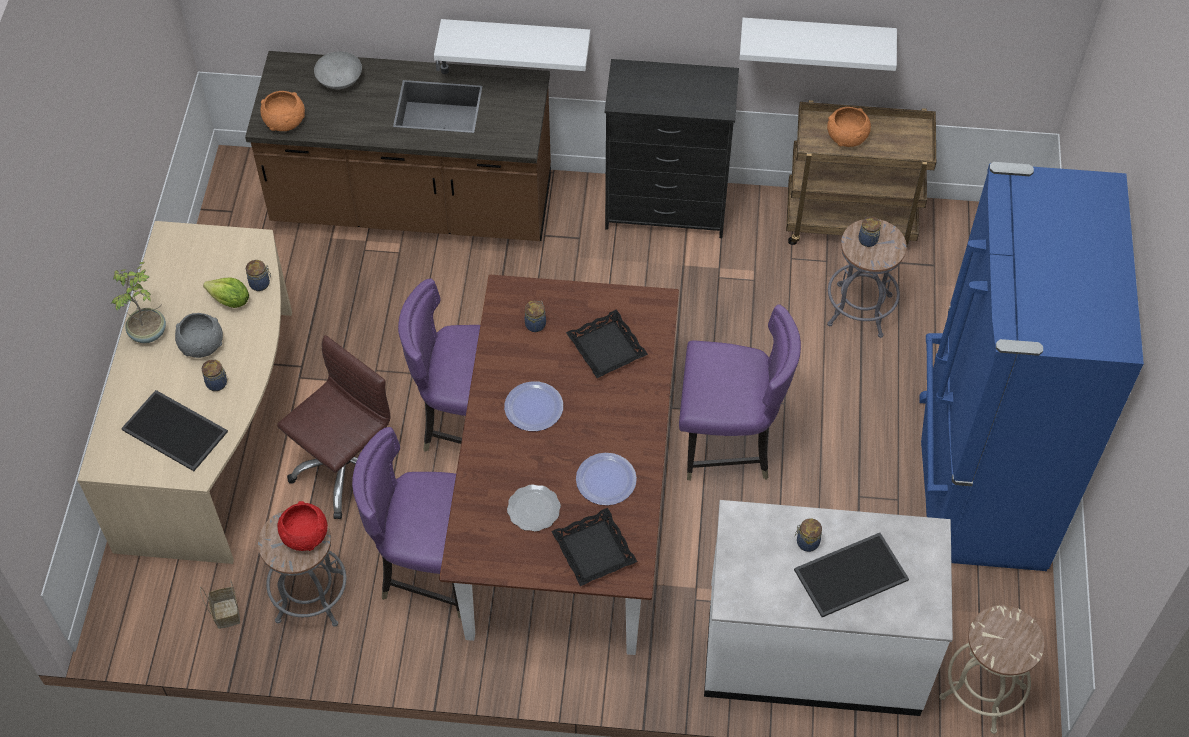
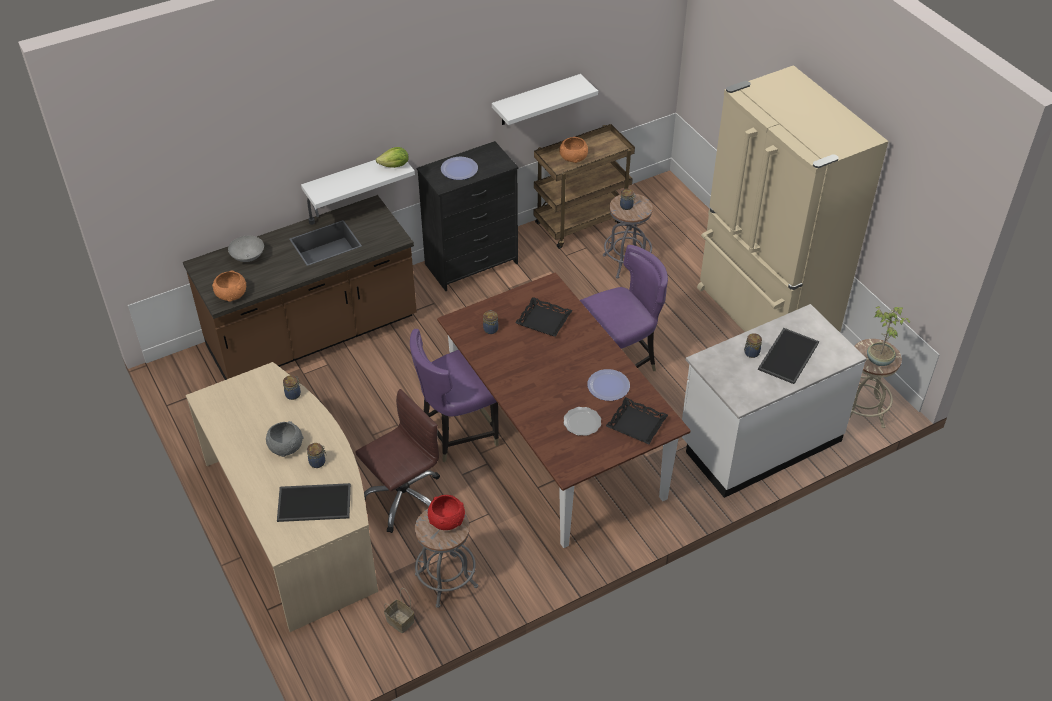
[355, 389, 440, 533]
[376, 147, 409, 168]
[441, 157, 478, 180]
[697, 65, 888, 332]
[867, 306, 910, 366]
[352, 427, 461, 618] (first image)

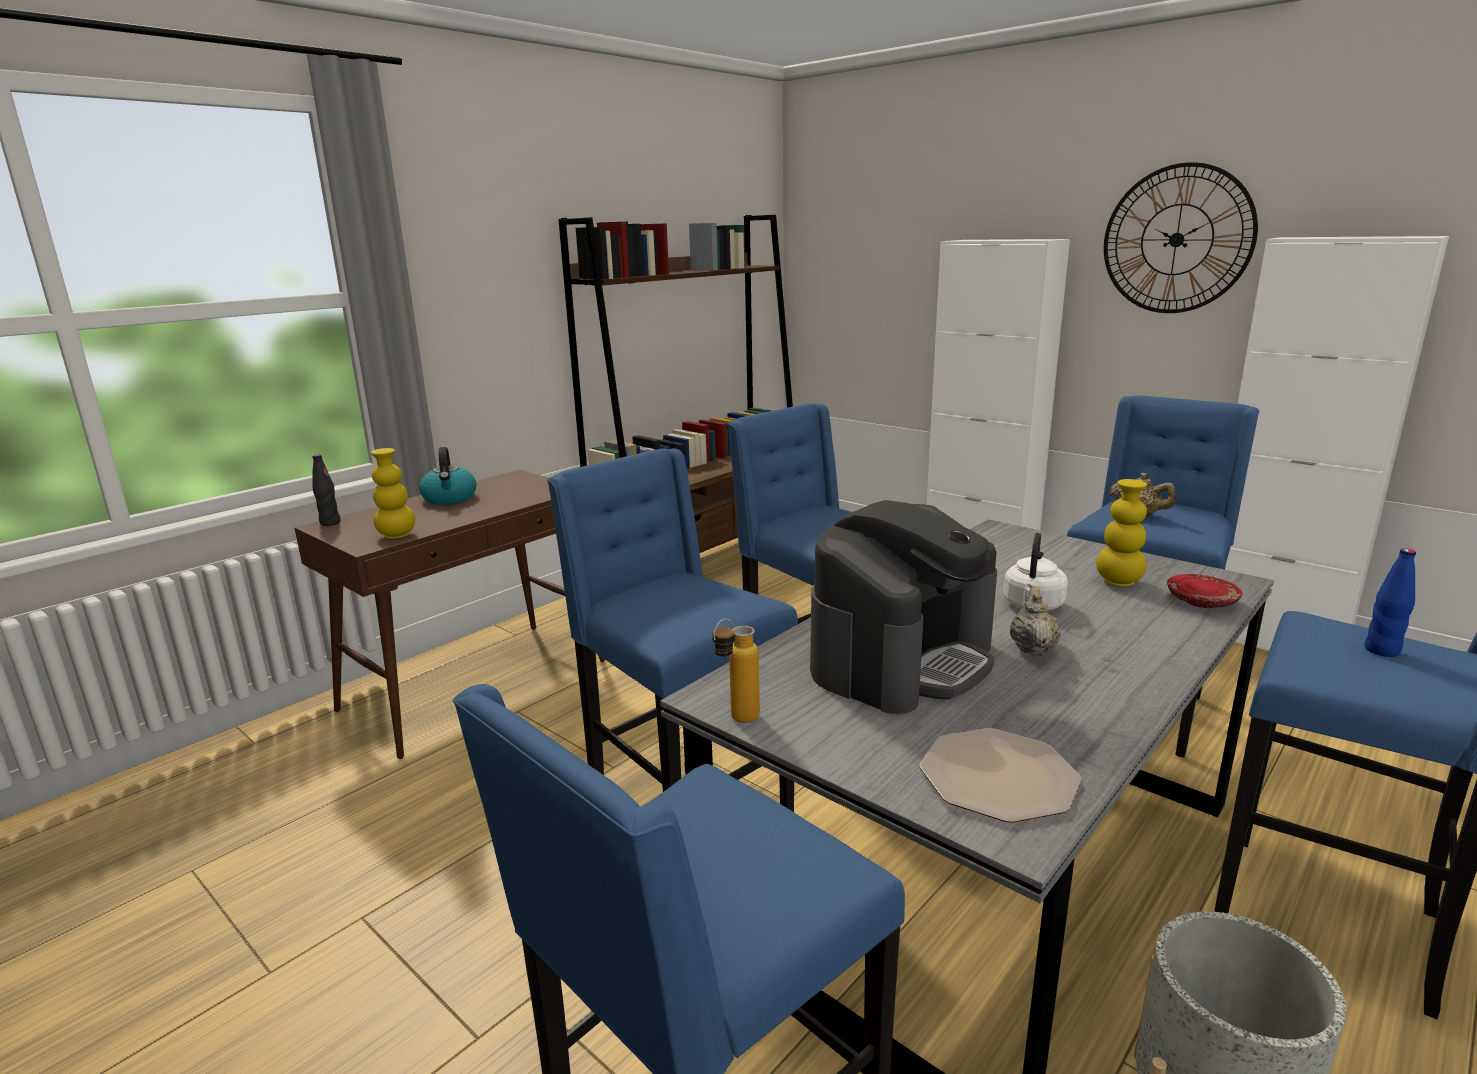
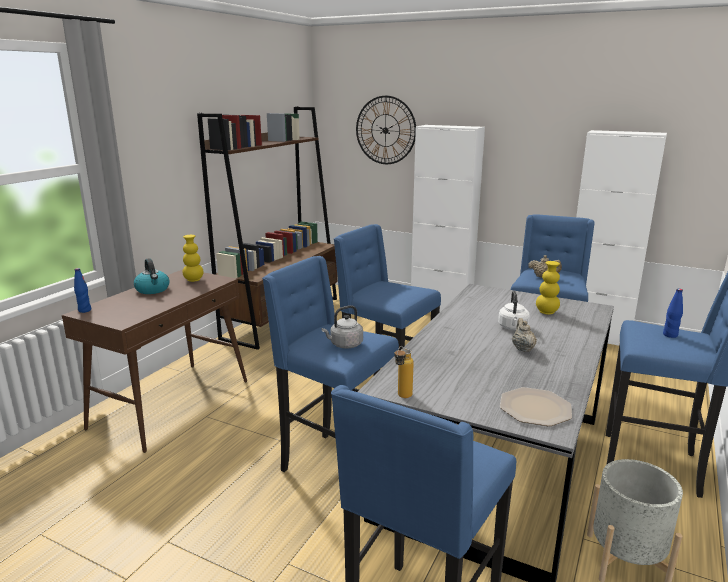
[74, 268, 91, 313]
[183, 235, 204, 282]
[322, 305, 363, 349]
[356, 96, 416, 164]
[810, 500, 997, 714] (first image)
[1167, 574, 1242, 608] (first image)

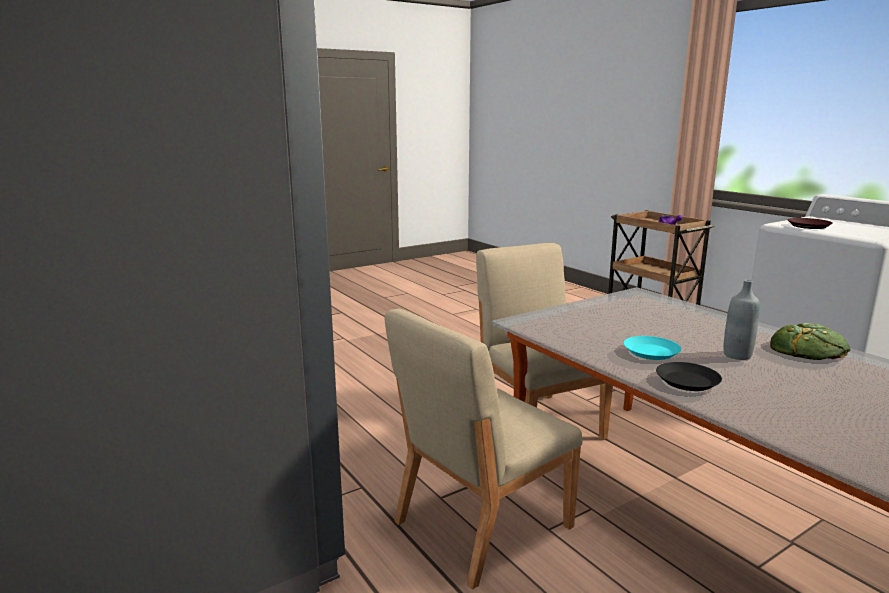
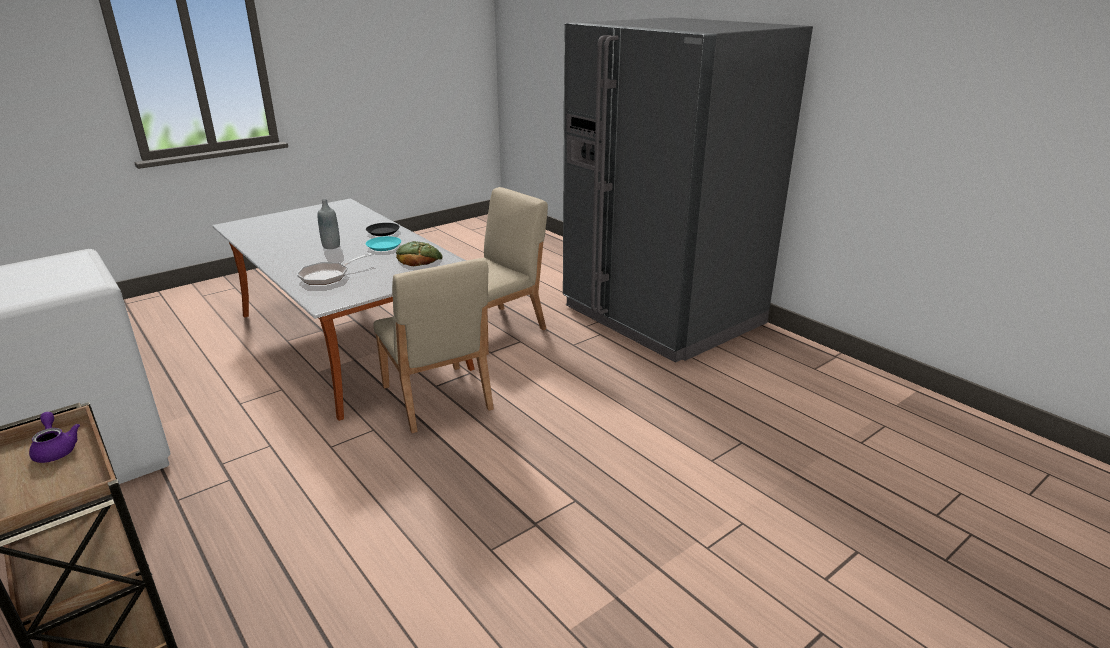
[297, 253, 373, 285]
[396, 241, 443, 266]
[788, 218, 833, 229] (first image)

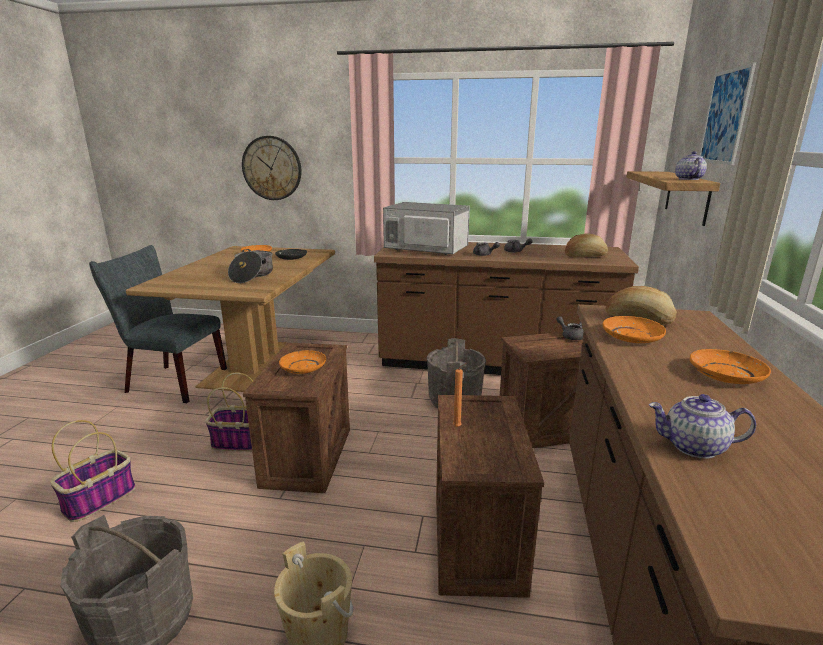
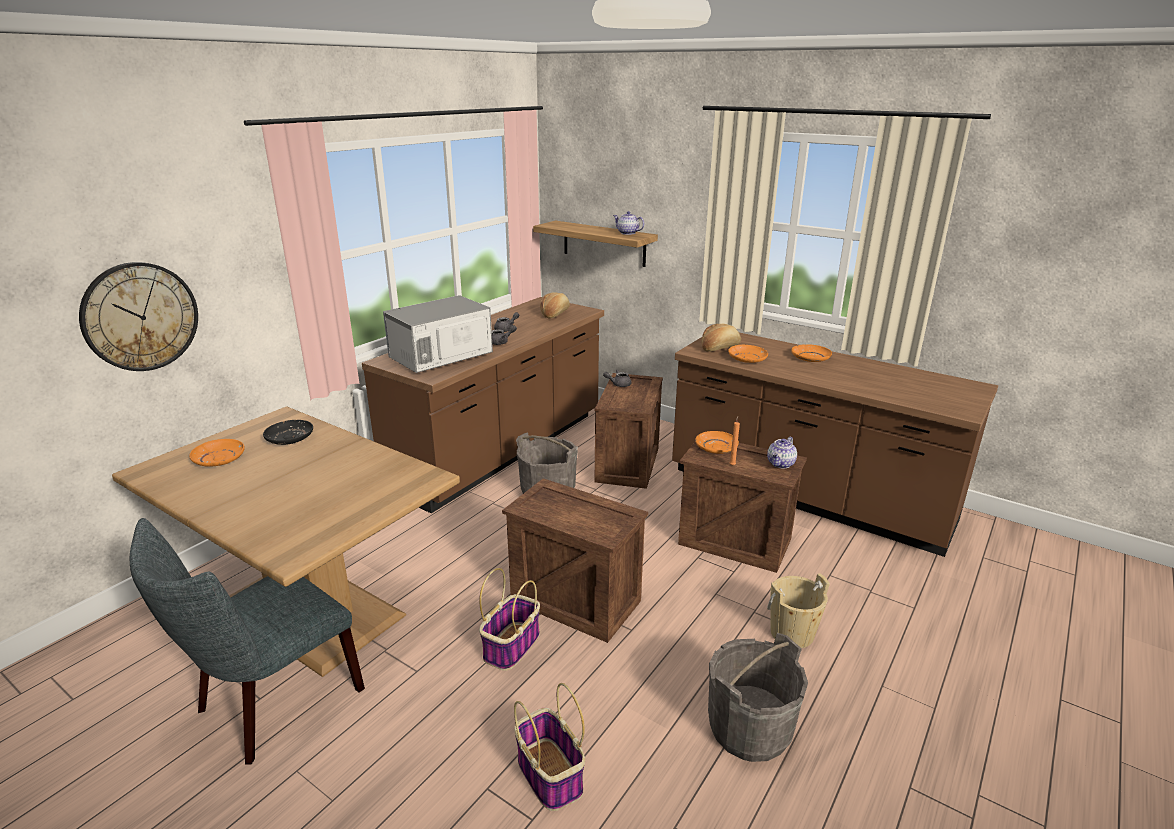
[695, 431, 739, 454]
[767, 437, 797, 469]
[228, 249, 273, 283] (first image)
[699, 63, 756, 165] (first image)

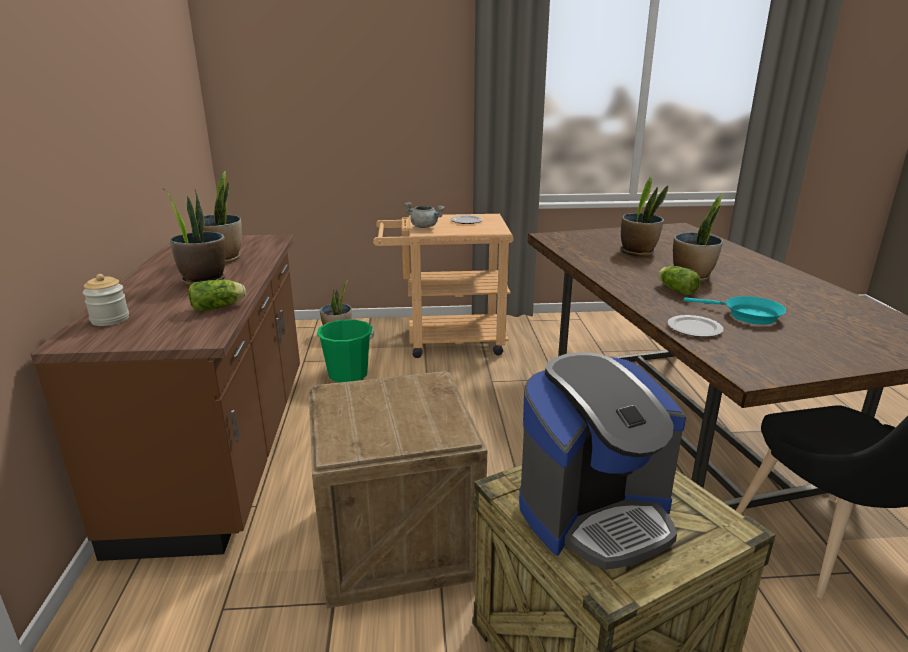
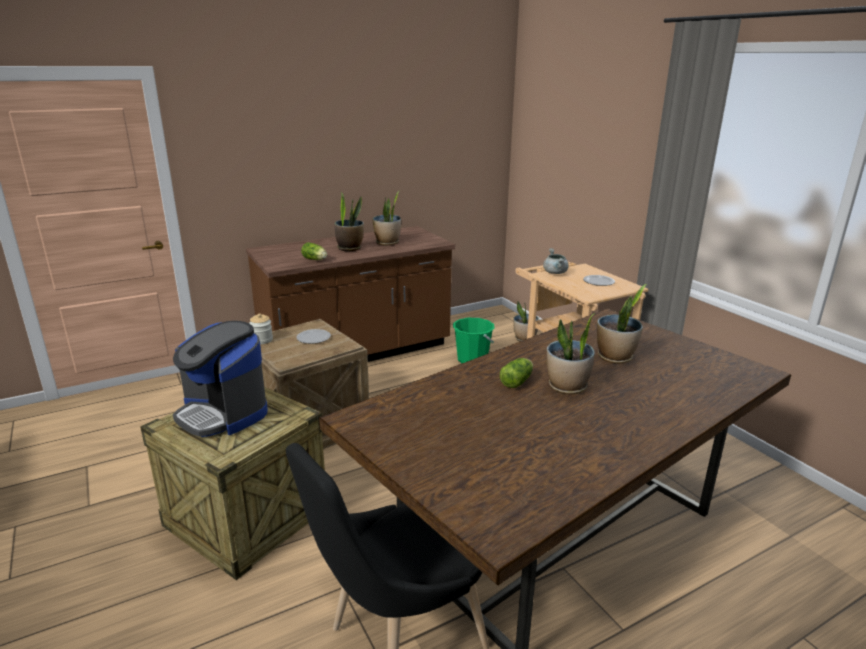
[249, 313, 273, 344]
[296, 329, 331, 344]
[684, 296, 786, 325] (first image)

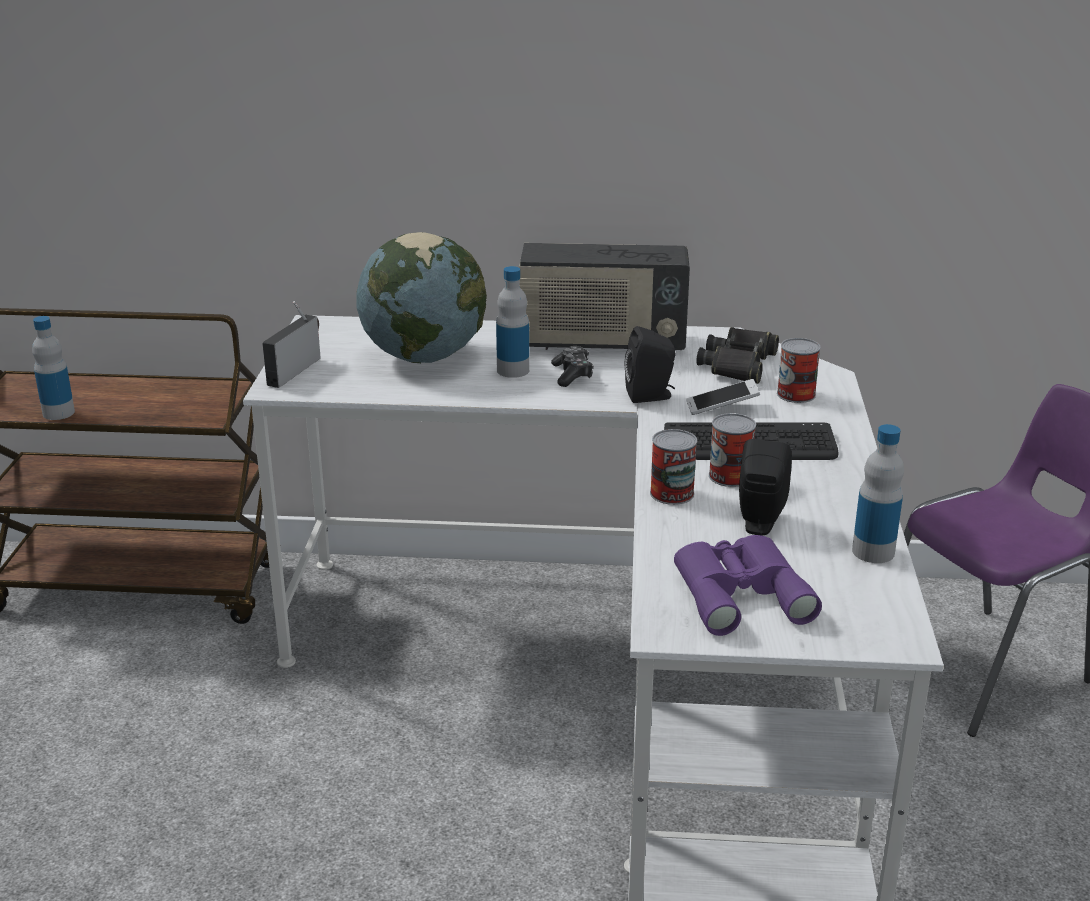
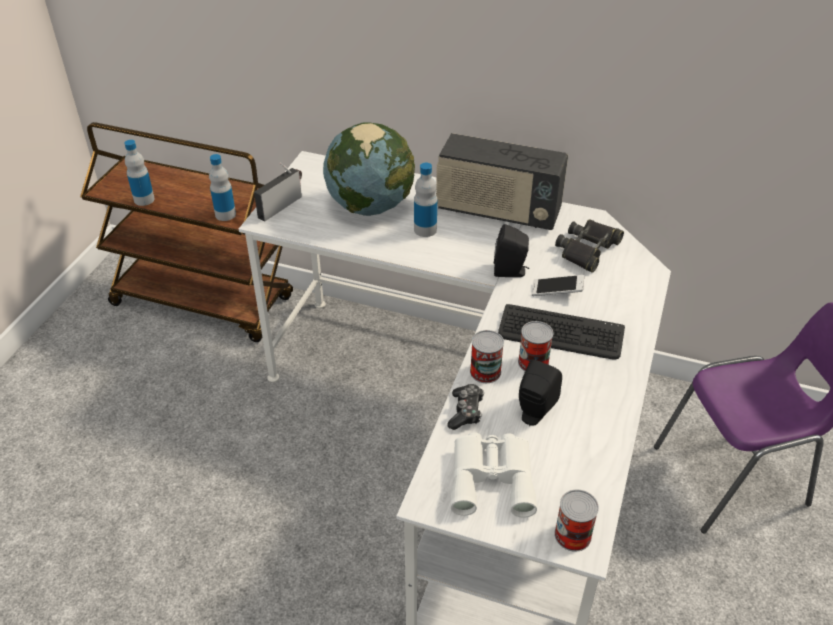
[209, 154, 236, 221]
[447, 384, 484, 430]
[451, 432, 537, 518]
[554, 490, 599, 552]

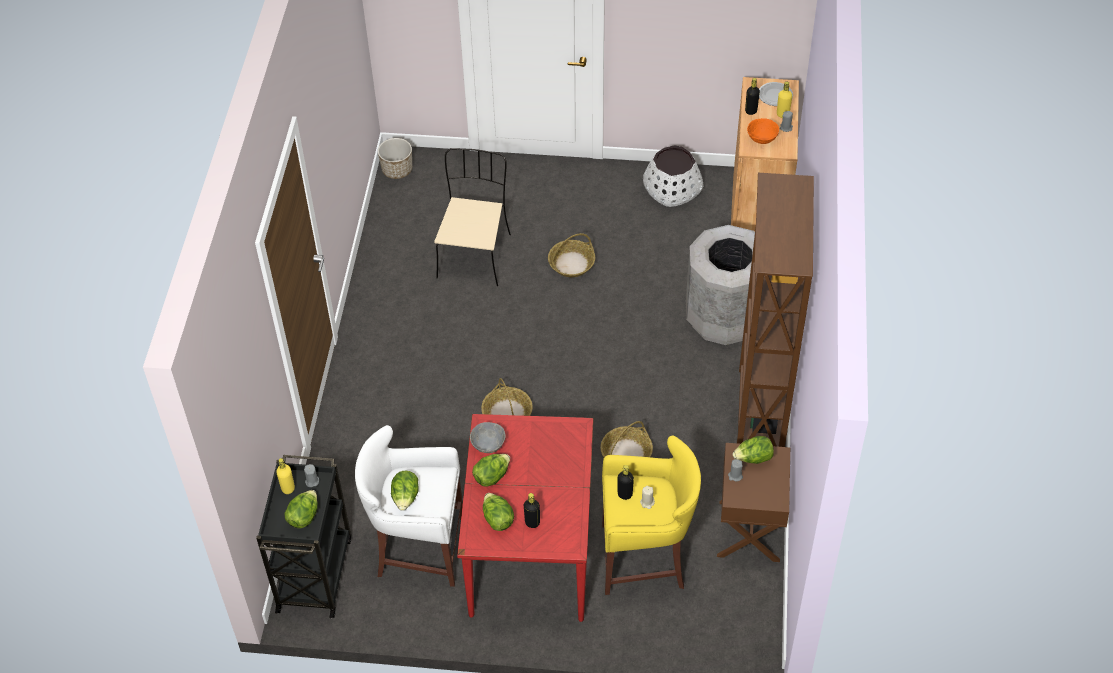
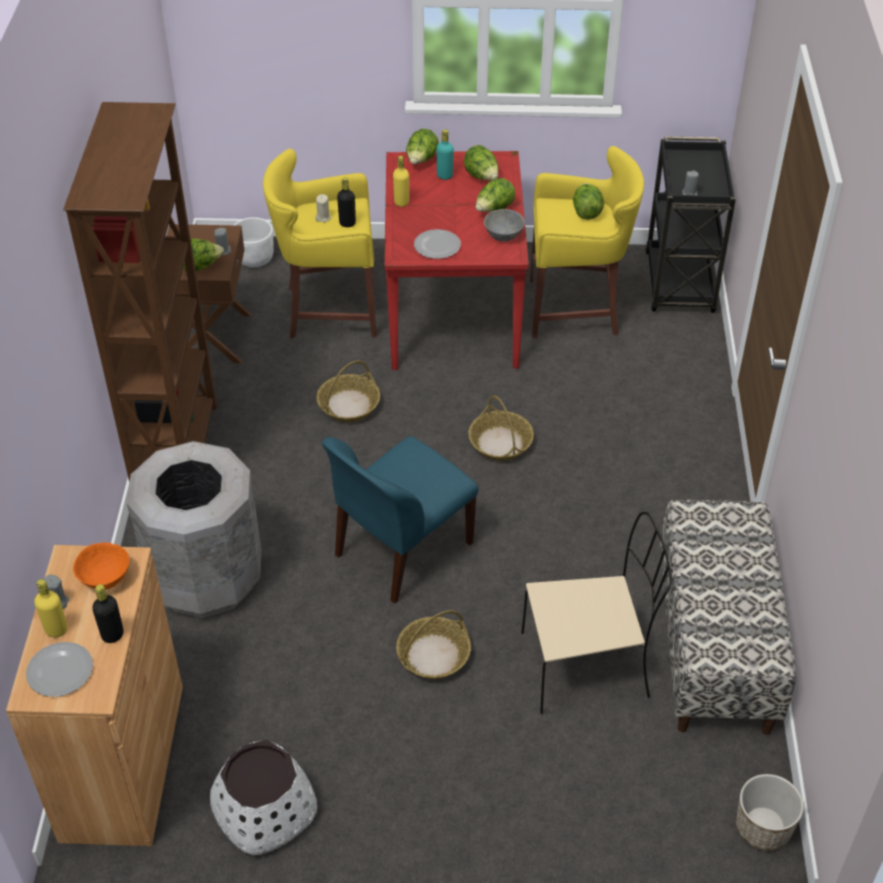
[234, 217, 274, 267]
[322, 436, 479, 604]
[393, 156, 409, 207]
[406, 129, 439, 164]
[414, 229, 461, 259]
[436, 129, 454, 180]
[521, 512, 672, 714]
[530, 146, 644, 338]
[660, 500, 796, 735]

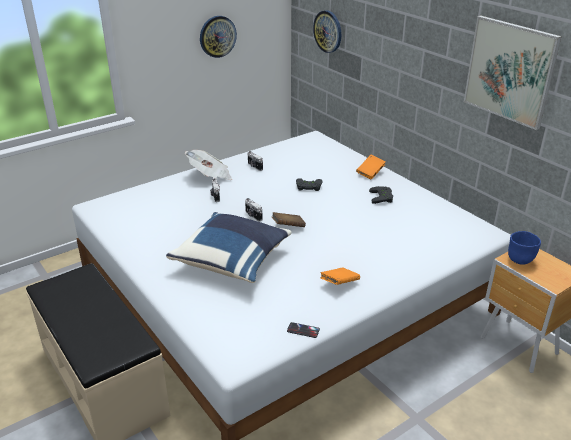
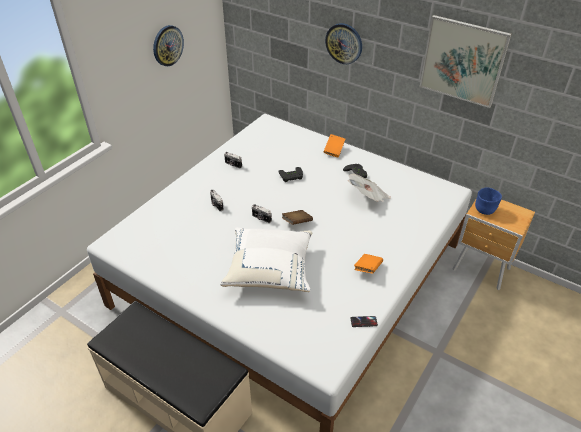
[220, 227, 313, 292]
[325, 23, 362, 64]
[348, 174, 391, 202]

